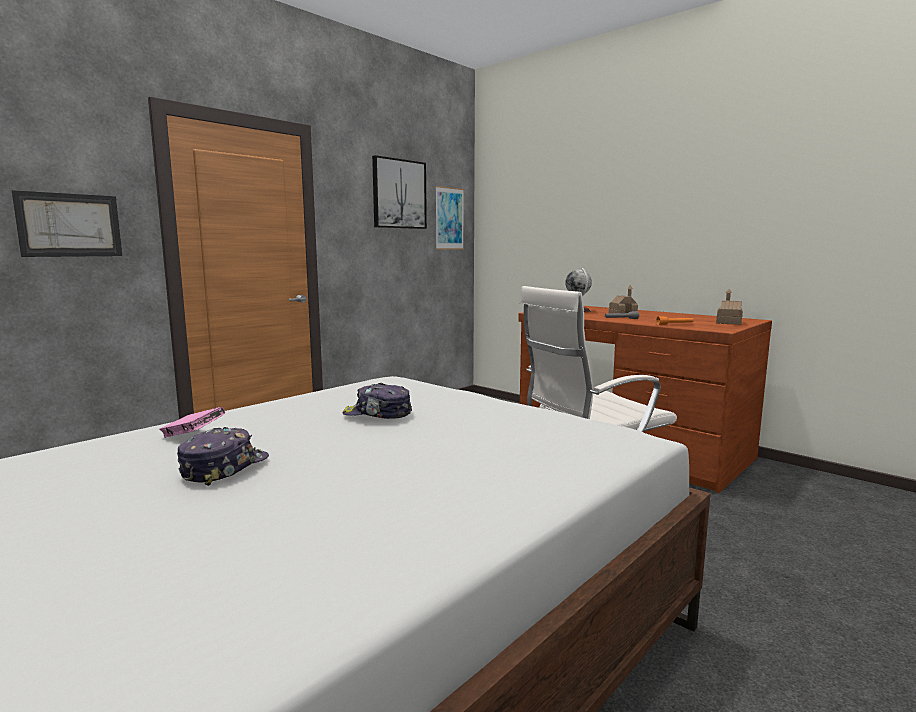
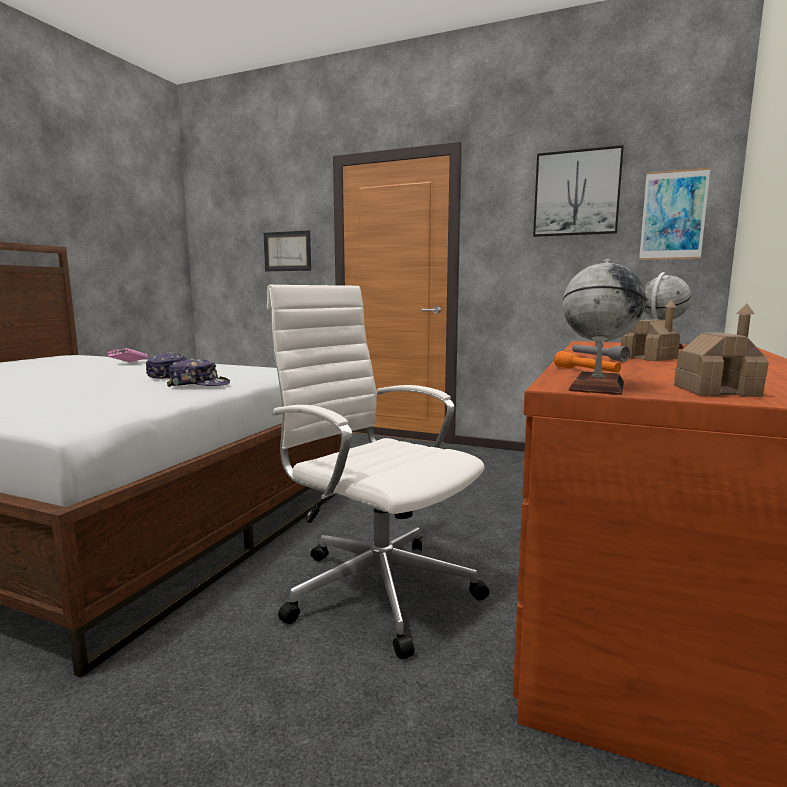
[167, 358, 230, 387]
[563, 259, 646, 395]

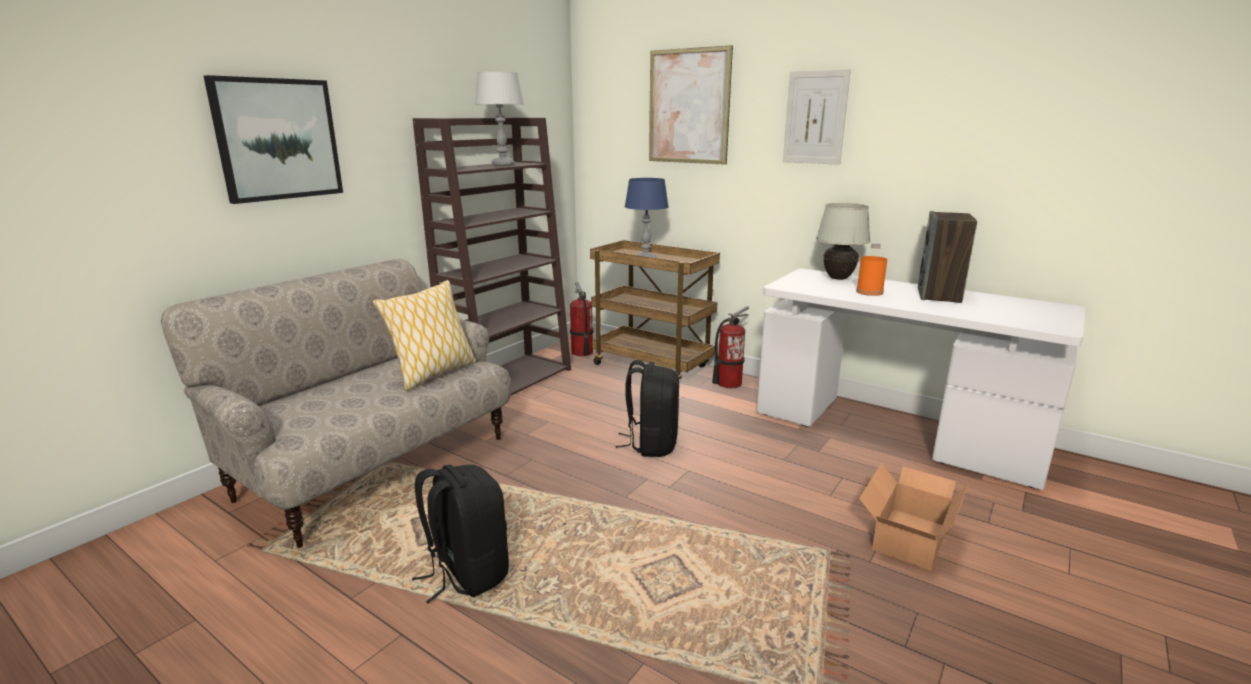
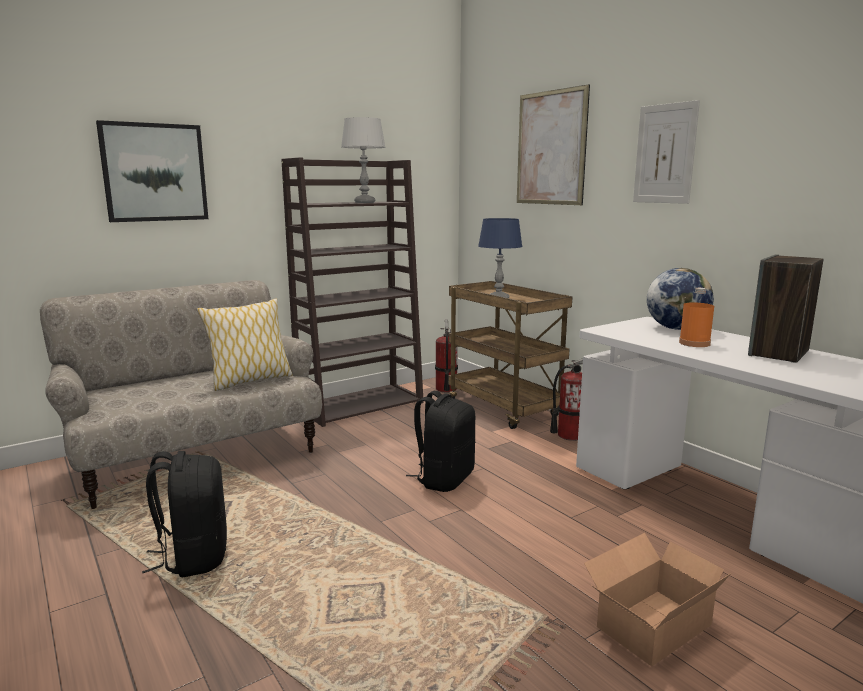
[647, 268, 714, 330]

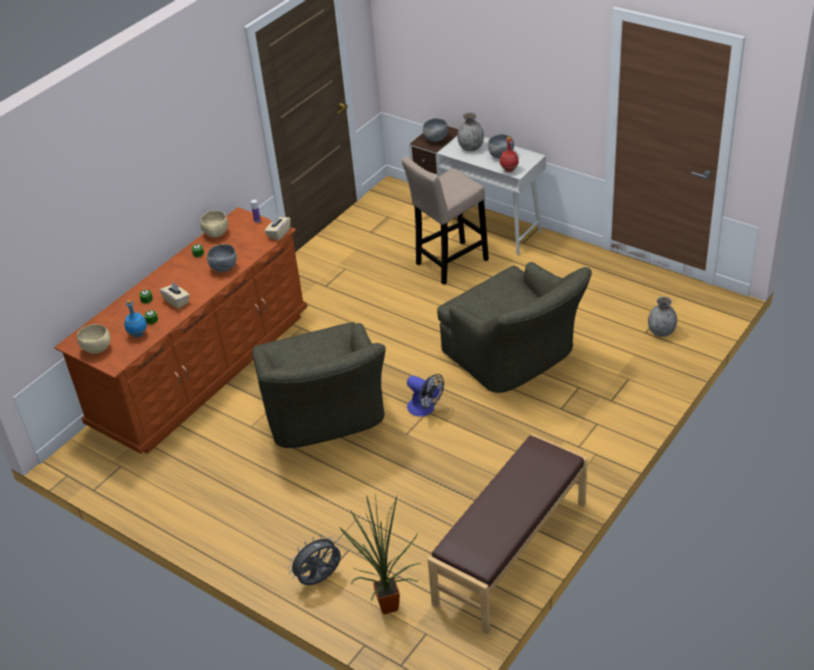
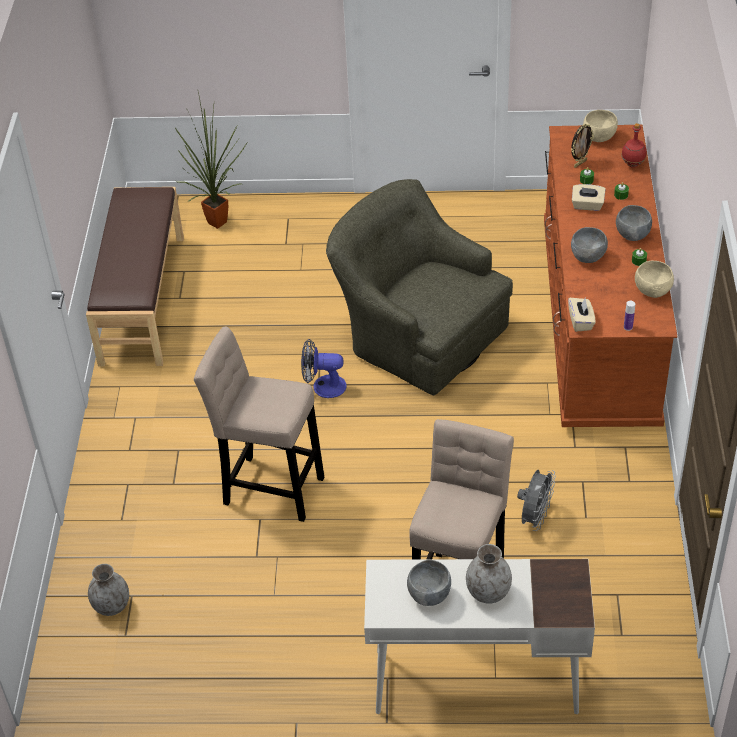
[194, 327, 324, 522]
[517, 470, 556, 531]
[571, 124, 594, 168]
[616, 205, 652, 241]
[621, 123, 647, 168]

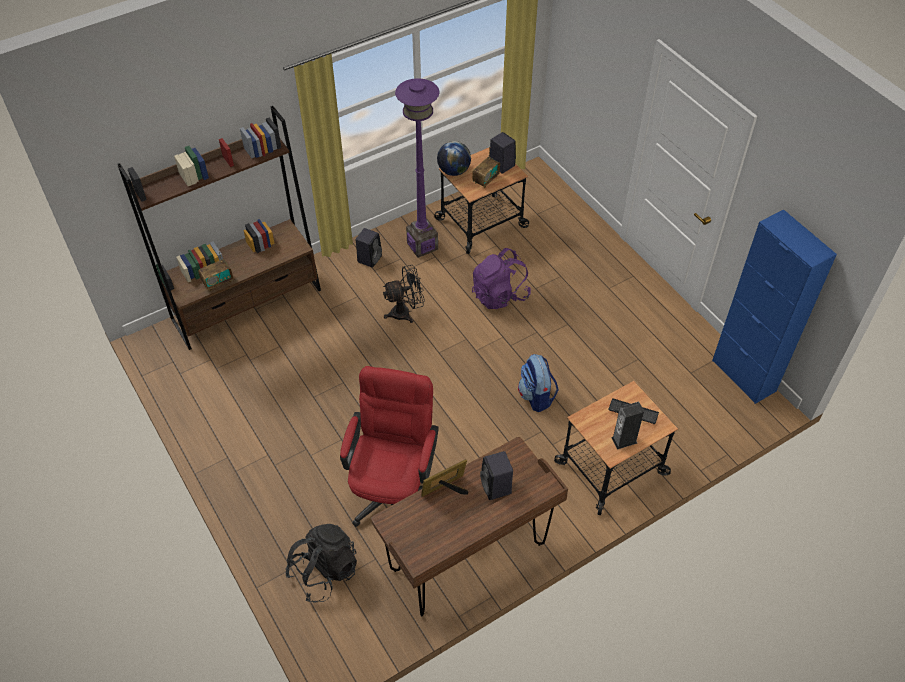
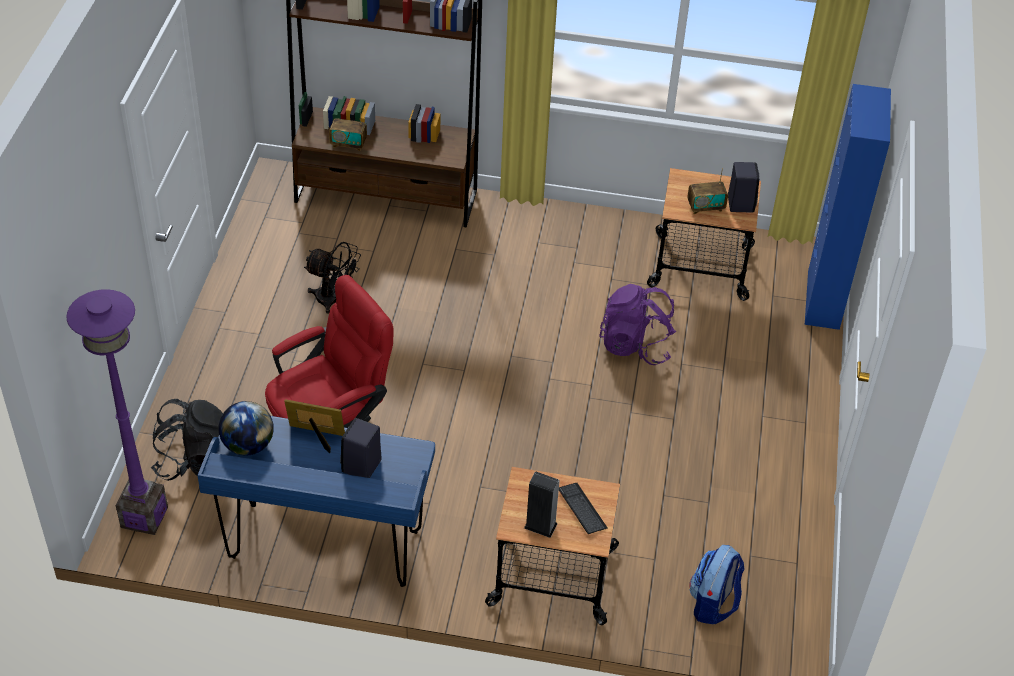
[66, 289, 168, 535]
[198, 416, 435, 587]
[219, 401, 274, 456]
[304, 242, 361, 314]
[689, 545, 744, 624]
[805, 84, 891, 330]
[356, 228, 382, 268] (first image)

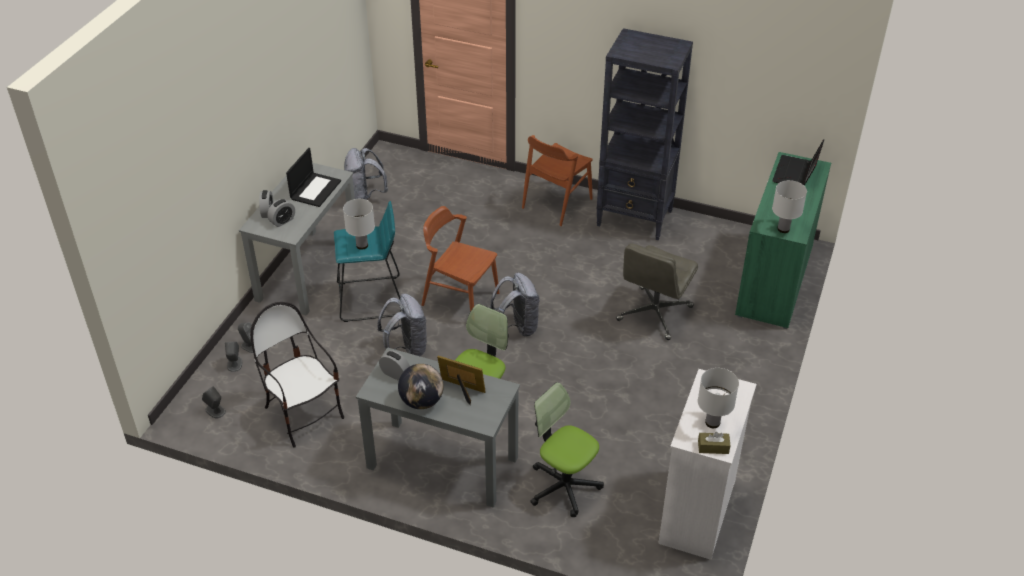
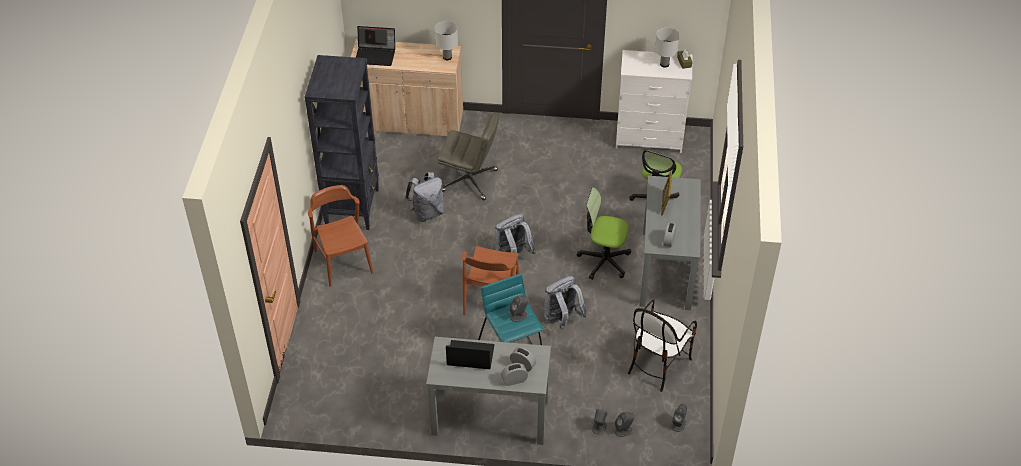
[308, 185, 373, 287]
[351, 39, 463, 136]
[405, 172, 444, 222]
[510, 296, 529, 322]
[398, 364, 444, 409] (first image)

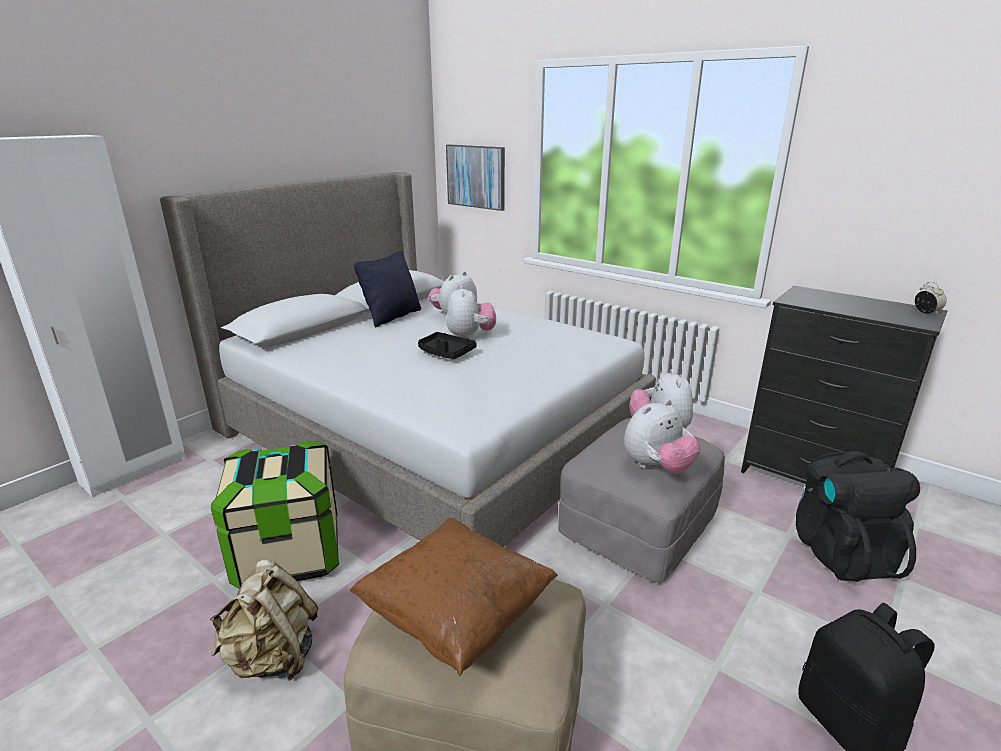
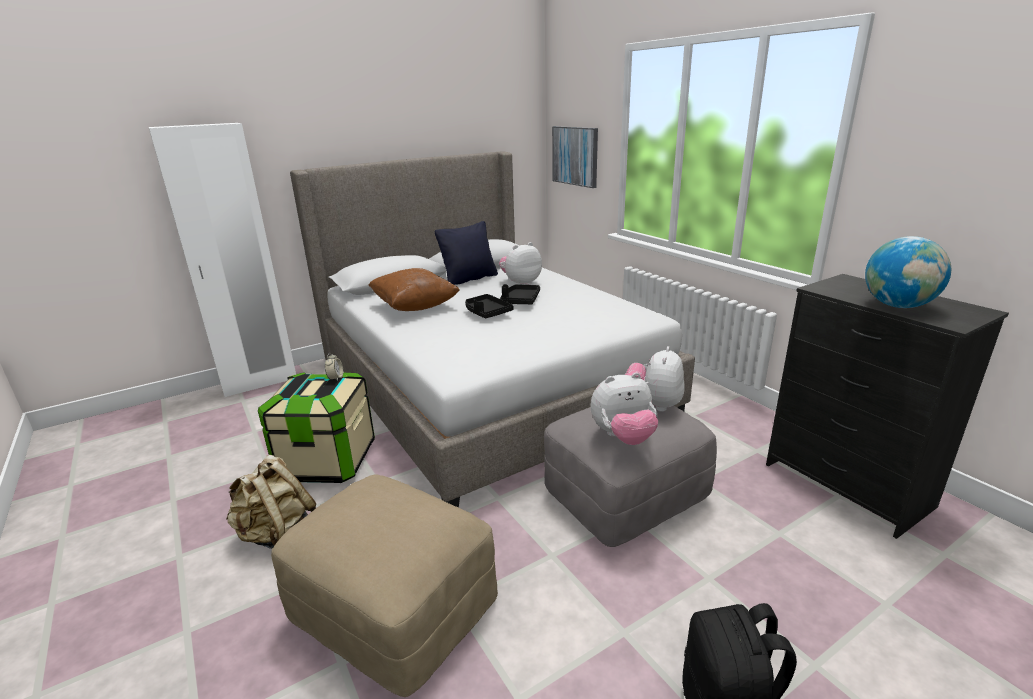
[325, 353, 343, 381]
[369, 268, 460, 311]
[500, 284, 540, 304]
[865, 236, 951, 308]
[796, 451, 920, 582] (first image)

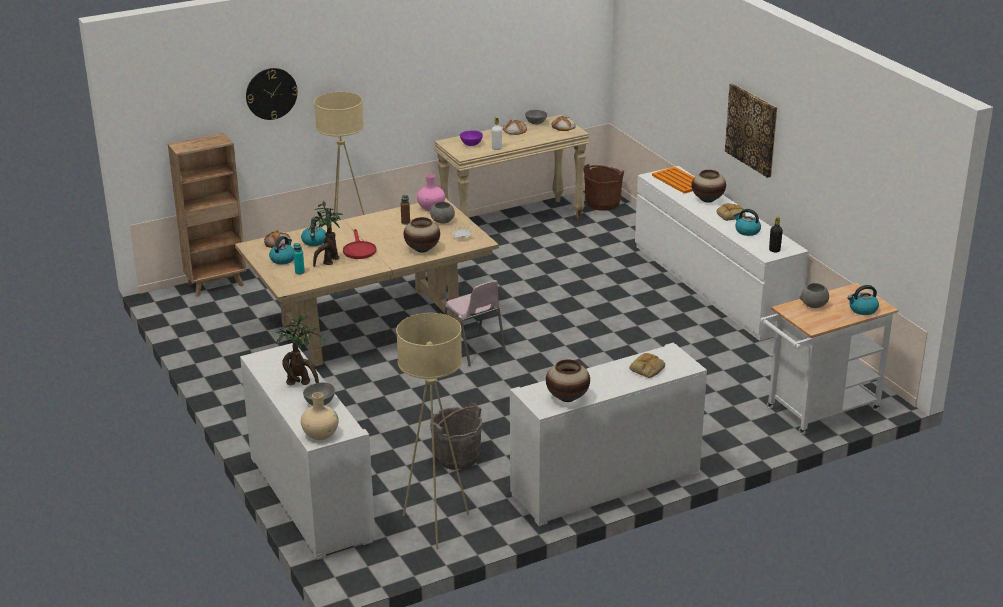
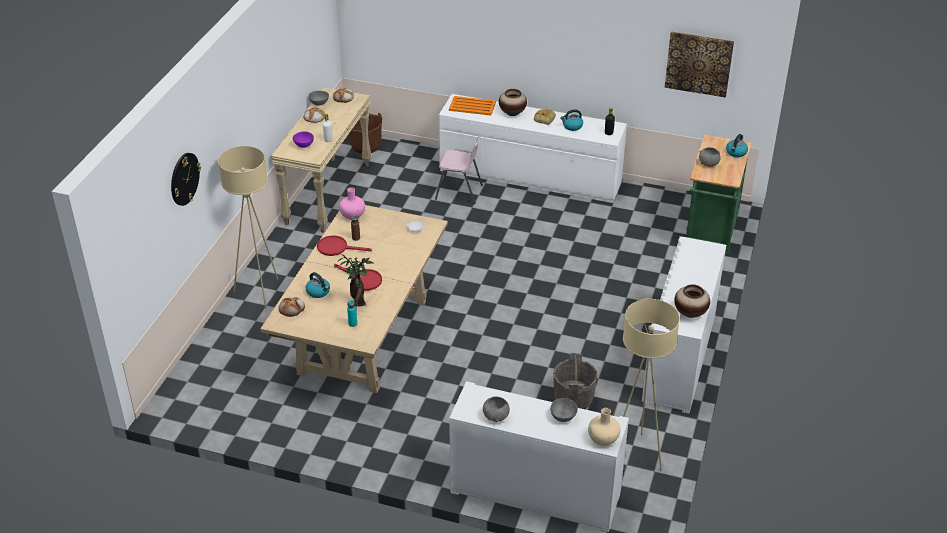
[317, 236, 372, 256]
[435, 134, 483, 204]
[483, 396, 510, 423]
[665, 32, 734, 98]
[686, 135, 752, 256]
[168, 133, 246, 297] (first image)
[269, 236, 295, 265] (first image)
[276, 315, 326, 385] (first image)
[403, 217, 440, 253] (first image)
[629, 353, 665, 378] (first image)

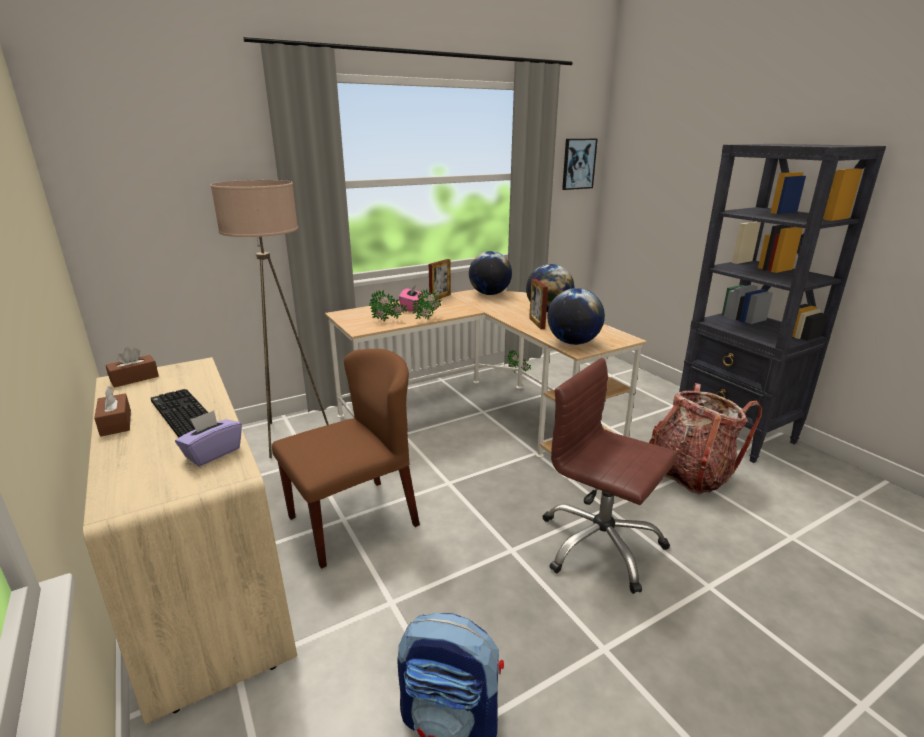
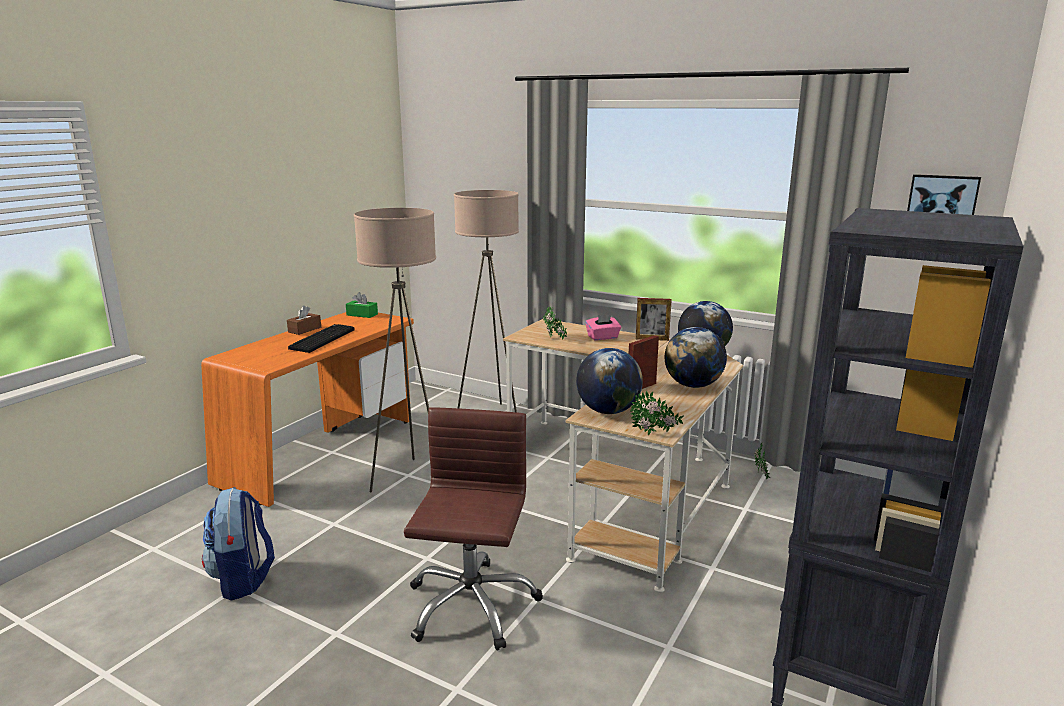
[201, 312, 414, 507]
[346, 292, 378, 318]
[354, 208, 436, 492]
[630, 391, 684, 435]
[175, 410, 242, 466] (first image)
[649, 383, 762, 494] (first image)

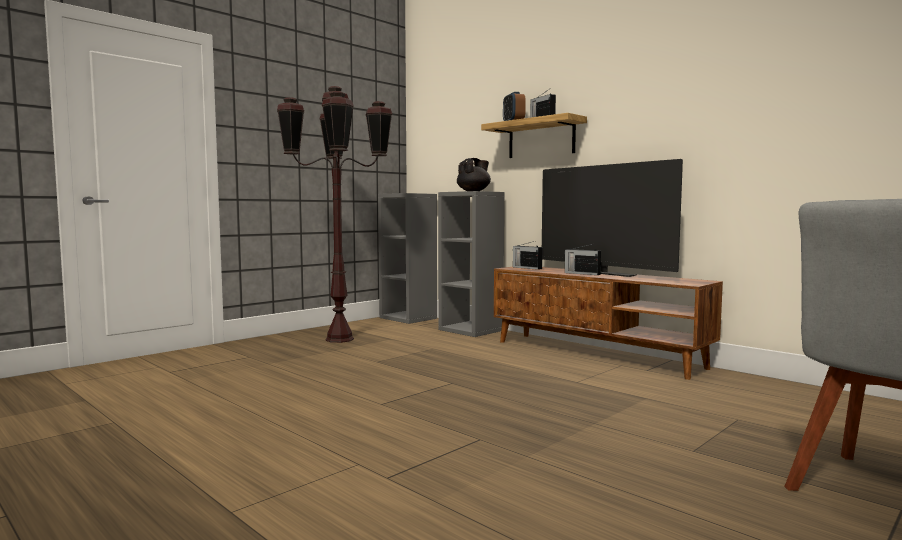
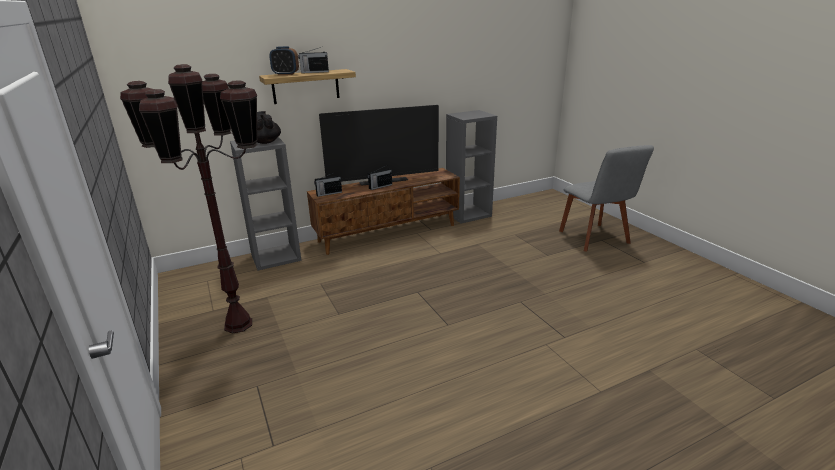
[446, 110, 497, 224]

